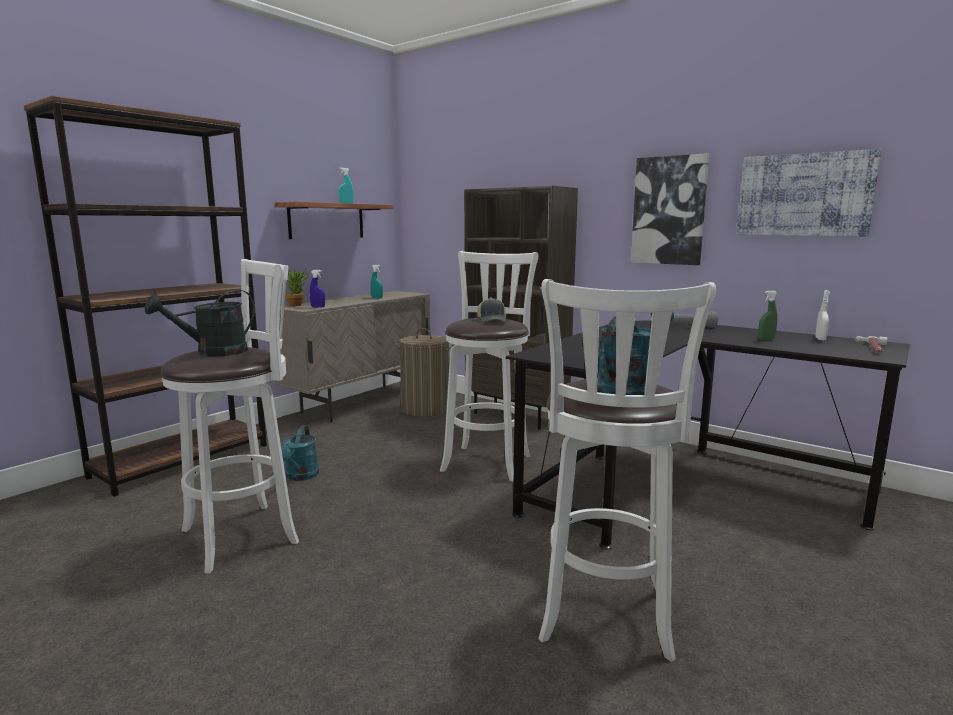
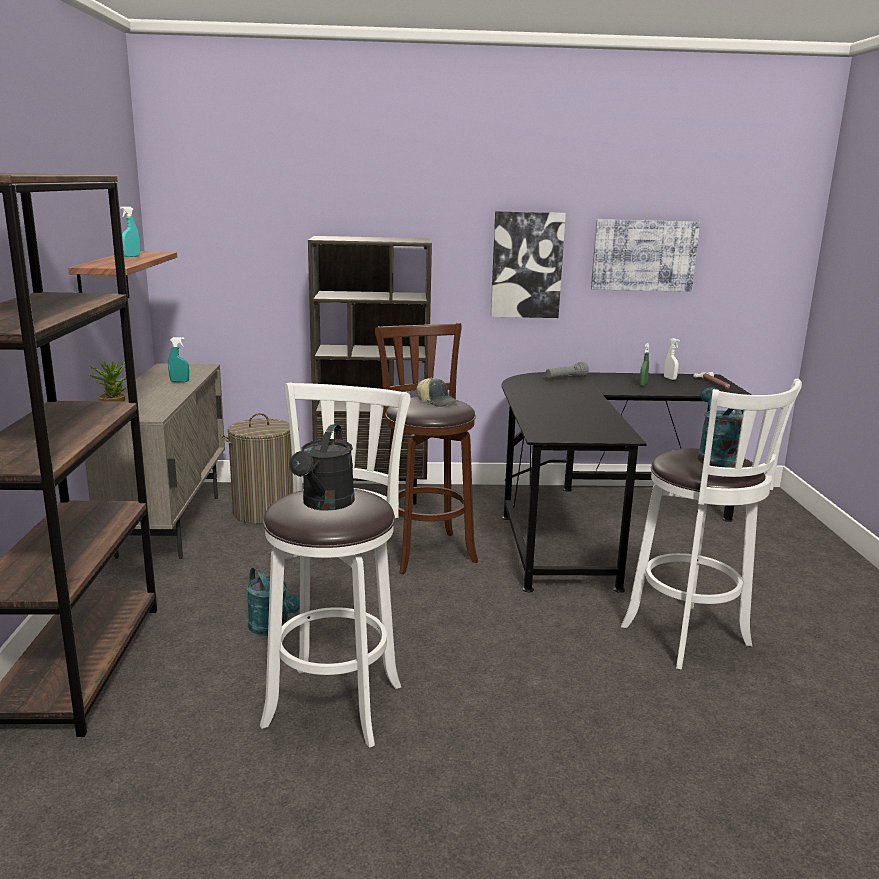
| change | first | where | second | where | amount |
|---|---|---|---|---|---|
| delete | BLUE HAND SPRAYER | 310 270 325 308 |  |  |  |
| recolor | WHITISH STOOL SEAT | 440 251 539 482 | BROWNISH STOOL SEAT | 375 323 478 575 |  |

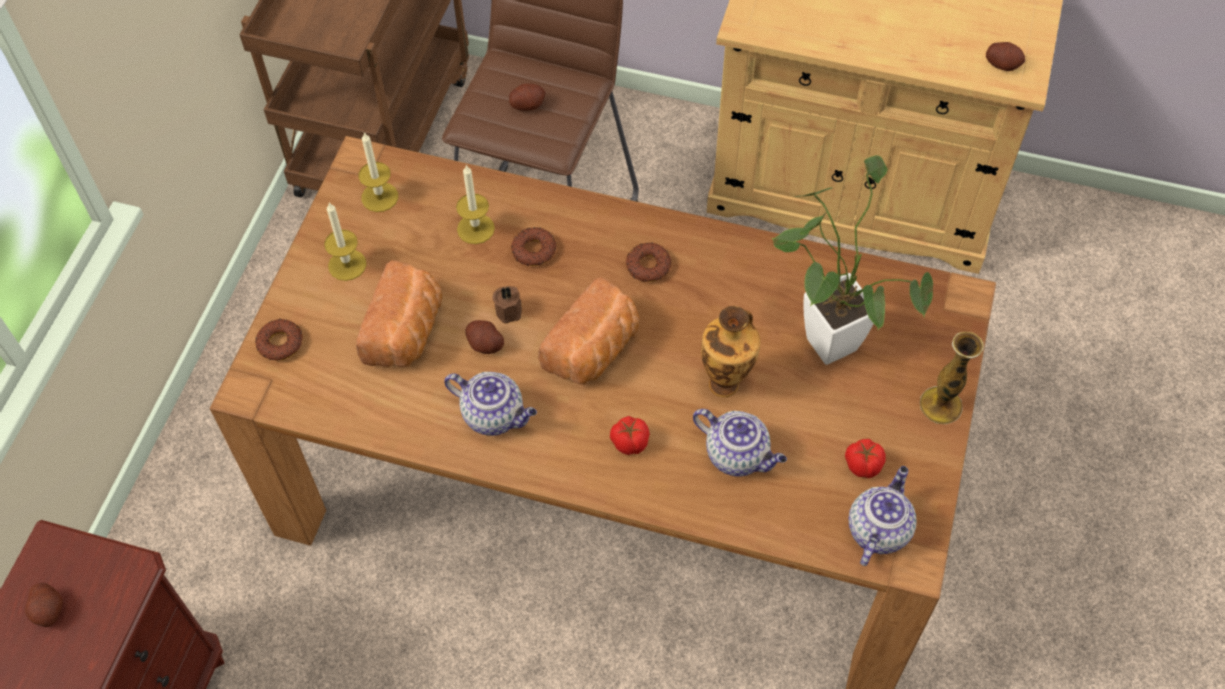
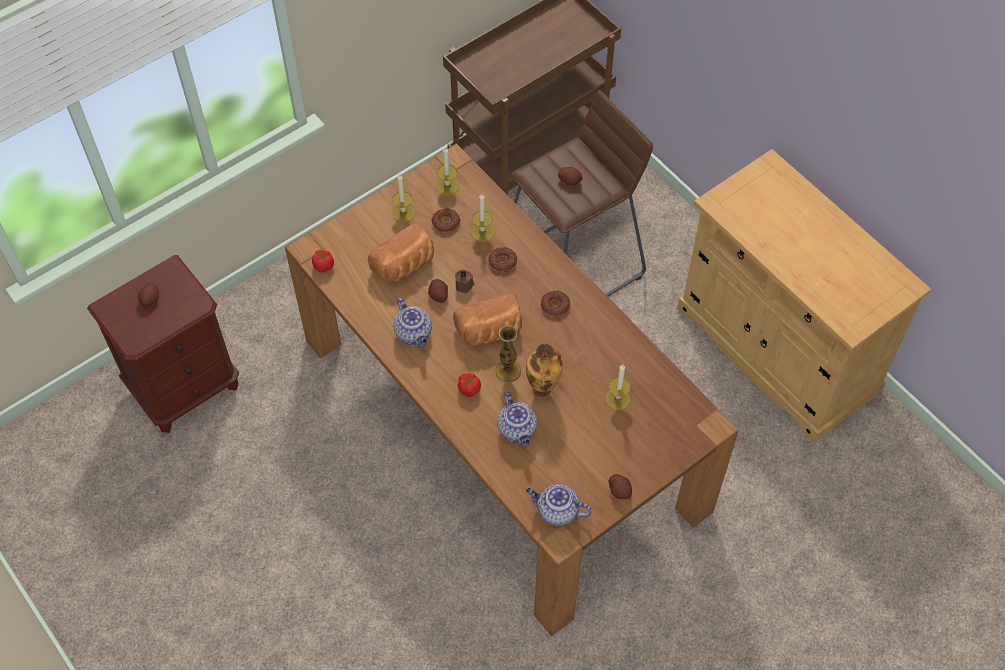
| change | first | where | second | where | amount |
|---|---|---|---|---|---|
| move | RING DOUGHNUT | 255 319 303 361 |  | 432 208 460 232 |  |
| replace | PLANT IN A POT | 772 155 933 365 | WAX CANDLE | 605 364 631 410 |  |
| move | FRESH TOMATO | 845 439 886 478 |  | 312 250 334 273 |  |
| rotate | POT FOR TEA | 849 466 917 566 |  | 526 484 592 526 | 135 degrees counterclockwise |
| move | DECORATIVE VASE | 920 332 984 424 |  | 495 325 521 383 |  |
| move | POTATO | 986 42 1025 71 |  | 609 474 632 499 |  |

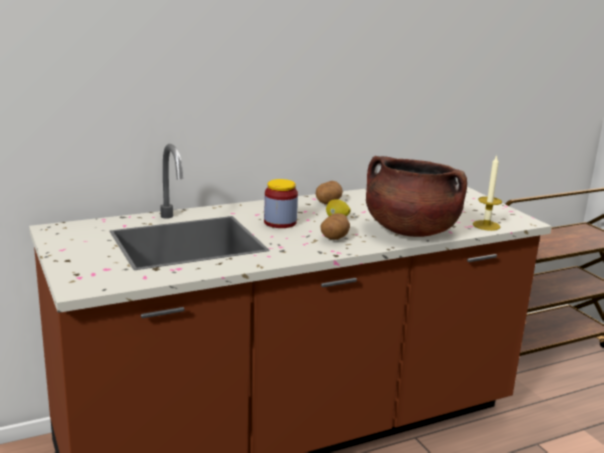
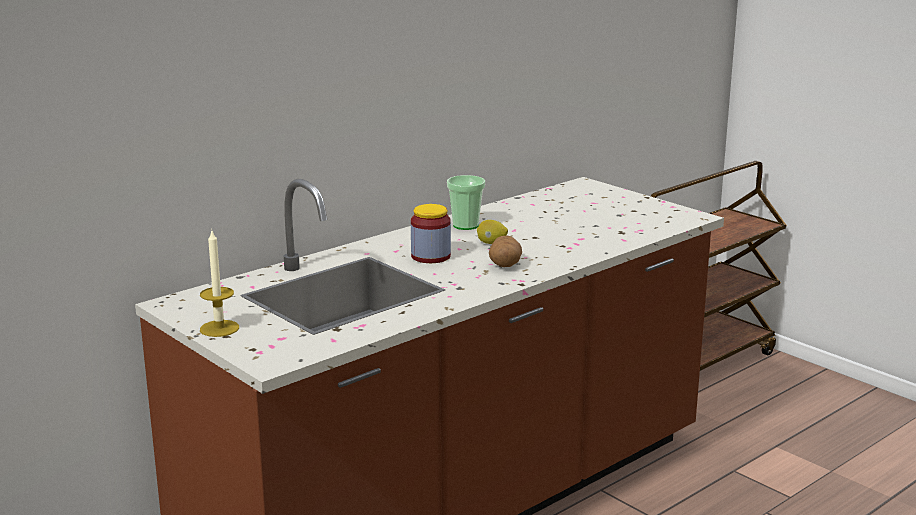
| change | first | where | second | where | amount |
|---|---|---|---|---|---|
| replace | POTATO | 316 181 343 205 | CUP | 447 175 485 230 |  |
| delete | BROWNISH STOCKPOT | 366 156 467 237 |  |  |  |
| move | WAX CANDLE | 473 155 502 231 |  | 200 231 239 337 |  |

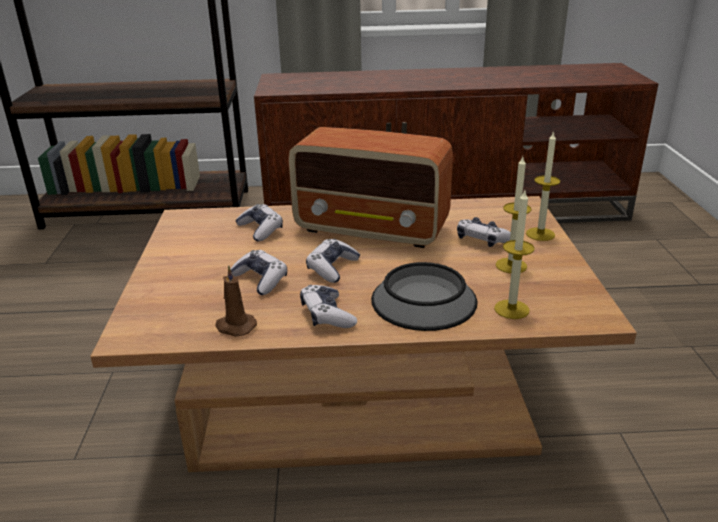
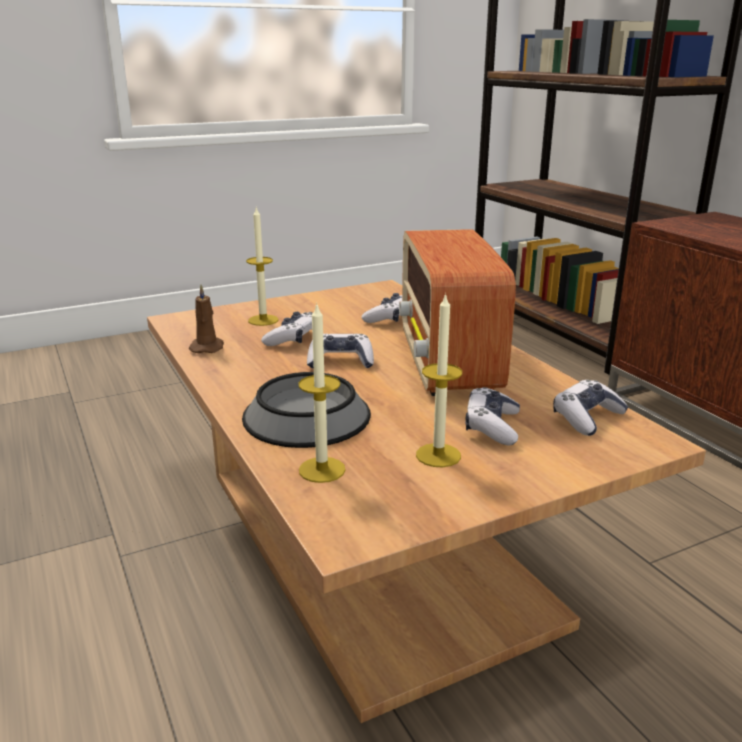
| change | first | where | second | where | amount |
|---|---|---|---|---|---|
| move | JOYPAD | 300 285 357 328 |  | 553 380 628 436 |  |
| move | WAX CANDLE | 526 131 560 241 |  | 246 208 278 326 |  |

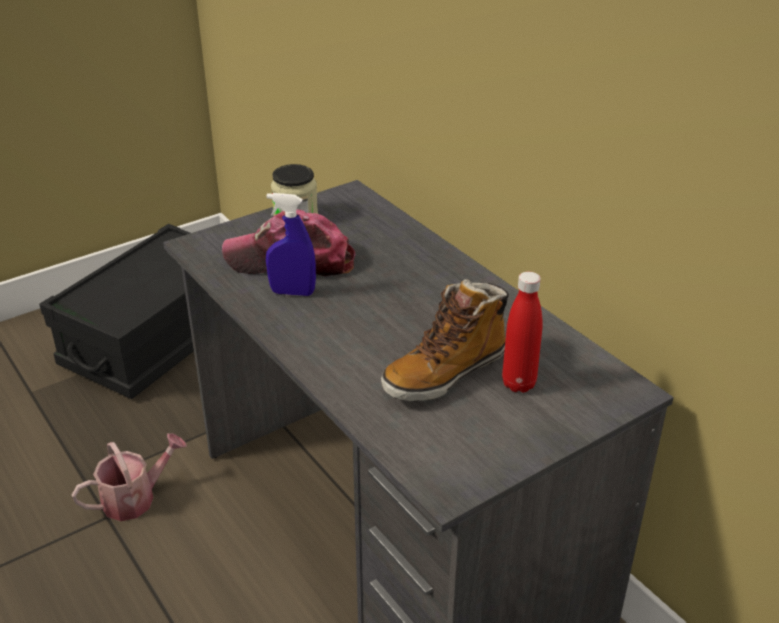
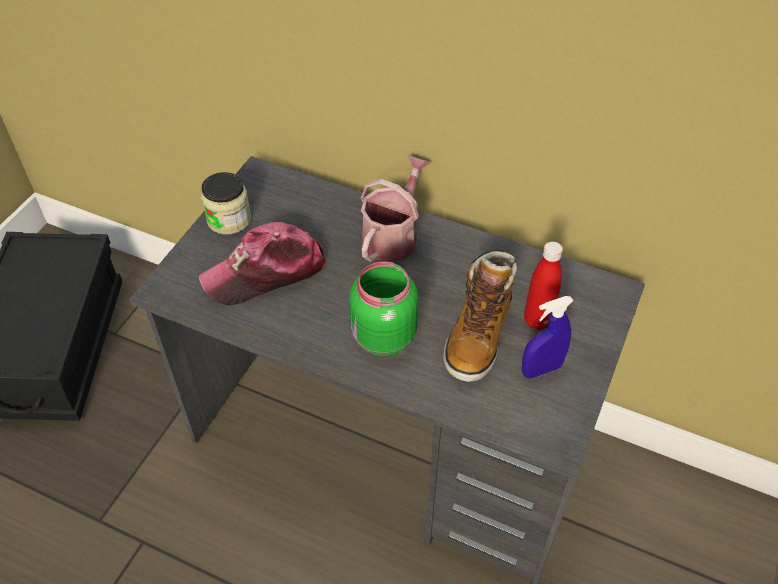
| change | first | where | second | where | amount |
|---|---|---|---|---|---|
| move | SPRINKLING CAN | 72 433 187 521 |  | 360 155 430 262 |  |
| move | BLUE HAND SPRAYER | 266 193 316 296 |  | 522 296 573 379 |  |
| insert |  |  | GREENISH PRESERVE JAR | 349 262 418 356 |  |

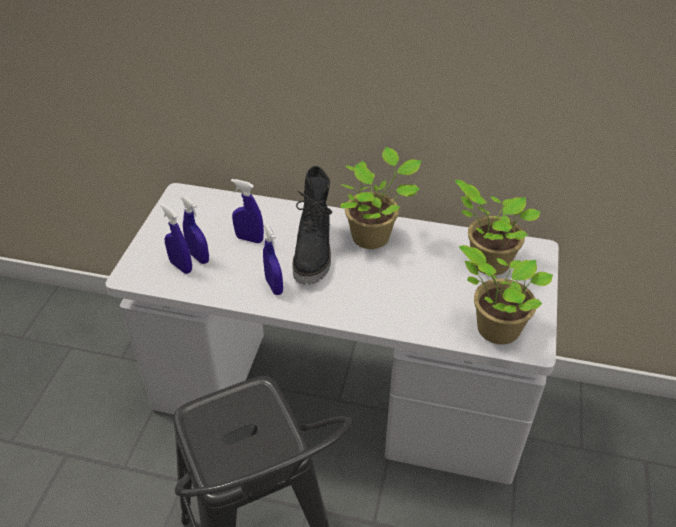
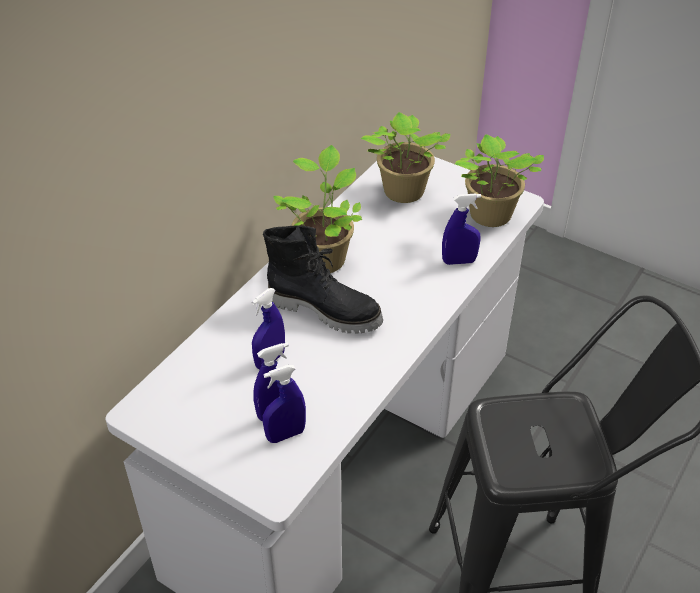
| change | first | where | second | where | amount |
|---|---|---|---|---|---|
| move | BLUE HAND SPRAYER | 263 224 283 295 |  | 442 193 481 265 |  |

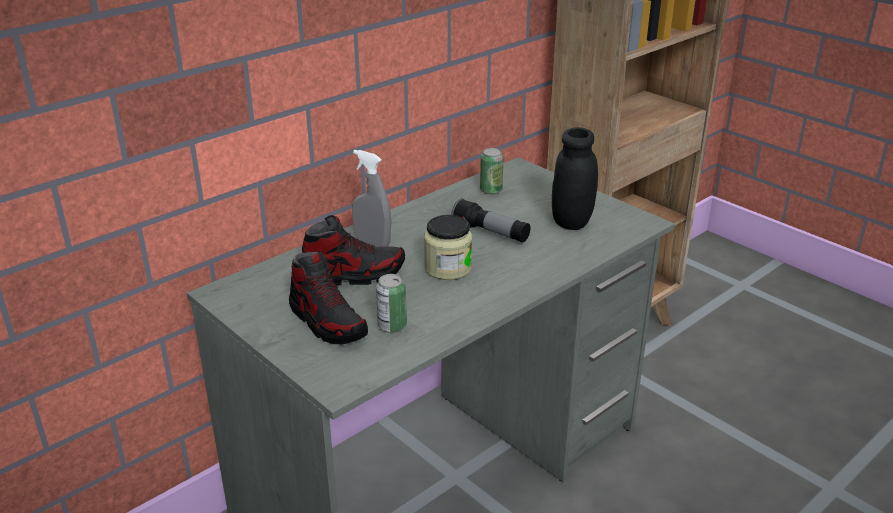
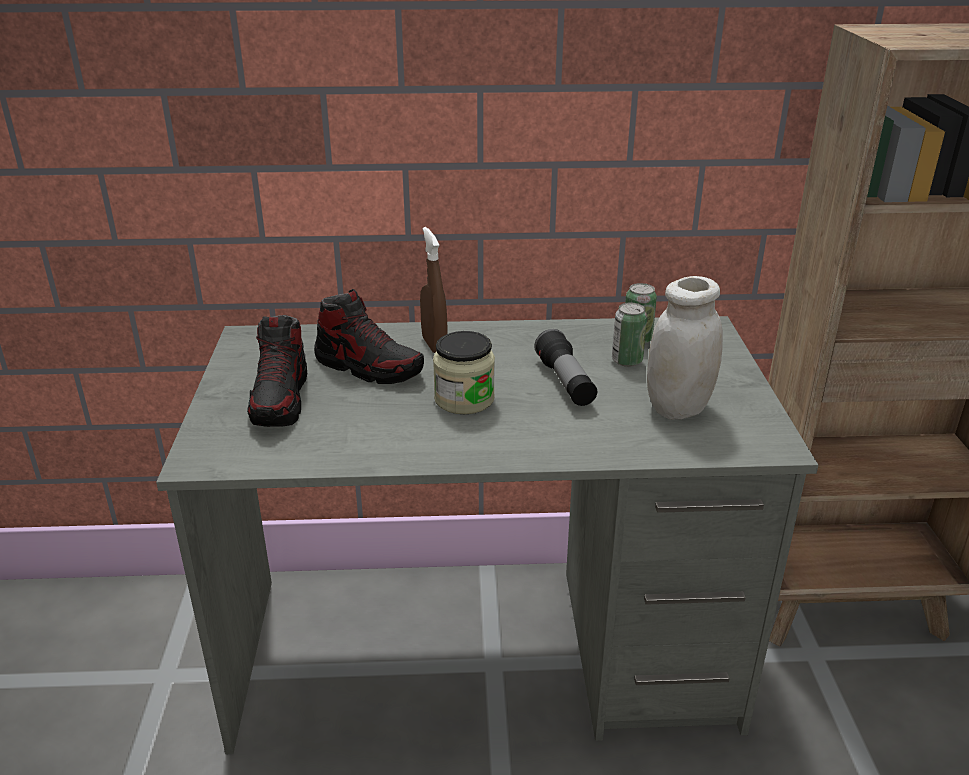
| change | first | where | second | where | amount |
|---|---|---|---|---|---|
| recolor | GREYISH HAND SPRAYER | 352 150 391 247 | BROWNISH HAND SPRAYER | 420 227 447 353 |  |
| move | SEALED CAN | 376 274 407 333 |  | 612 302 647 367 |  |
| recolor | BLACKISH PRESERVE JAR | 552 127 598 230 | WHITISH PRESERVE JAR | 647 276 723 420 |  |

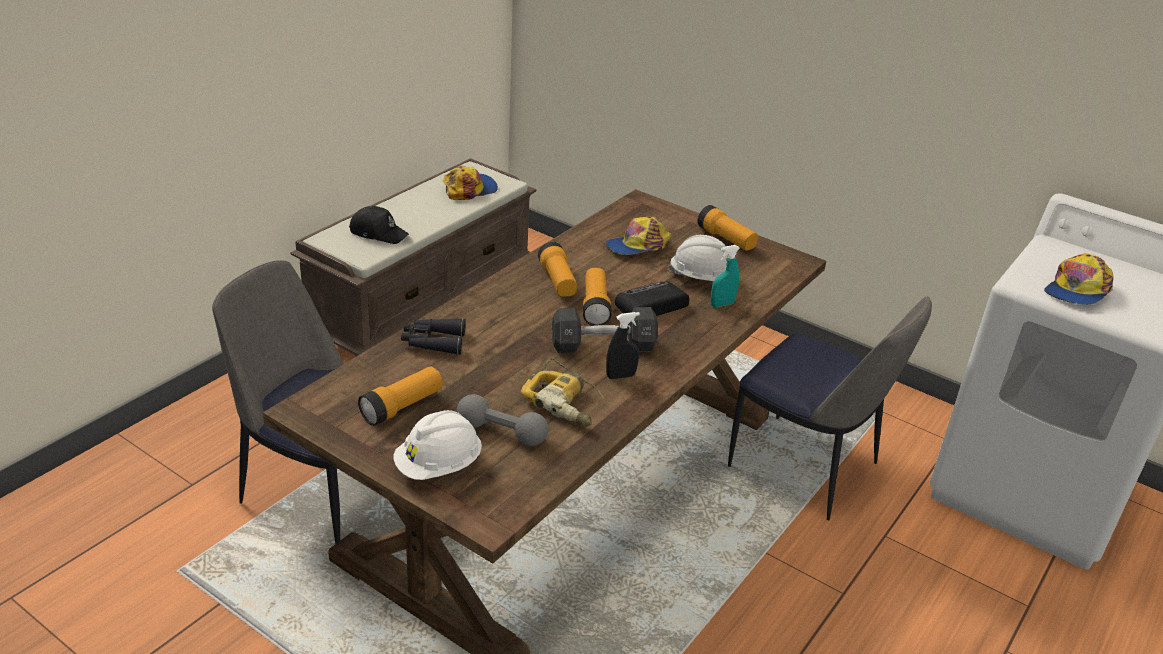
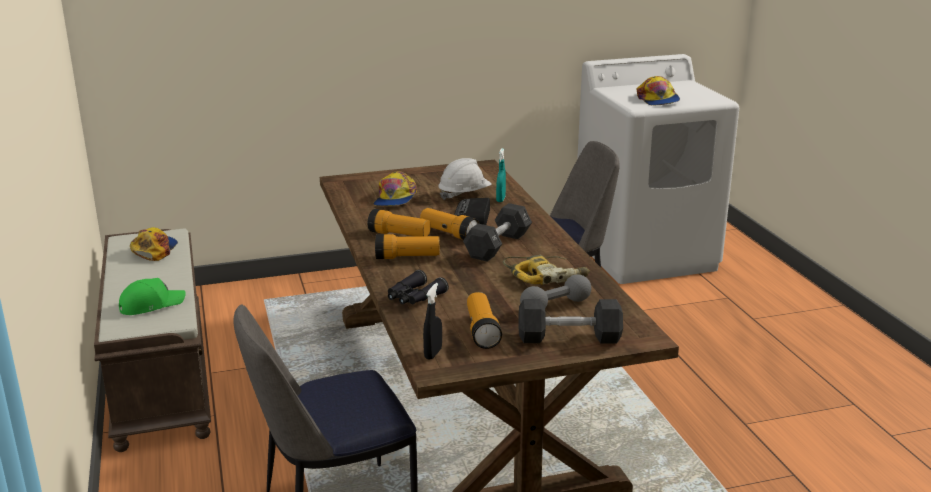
| change | first | where | second | where | amount |
|---|---|---|---|---|---|
| recolor | BLACKISH CAP | 349 206 409 244 | GREENISH CAP | 119 278 186 315 |  |
| replace | WHITISH HARD HAT | 393 410 482 480 | BLACKISH DUMBBELL | 519 299 623 344 |  |
| move | BLACKISH HAND SPRAYER | 606 312 640 379 |  | 423 283 442 360 |  |
| move | FLASHLIGHT | 697 205 758 251 |  | 375 234 440 259 |  |

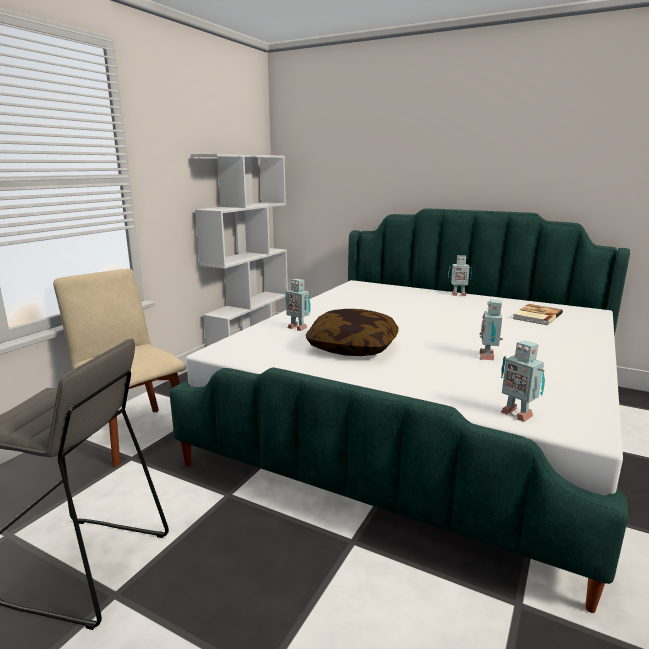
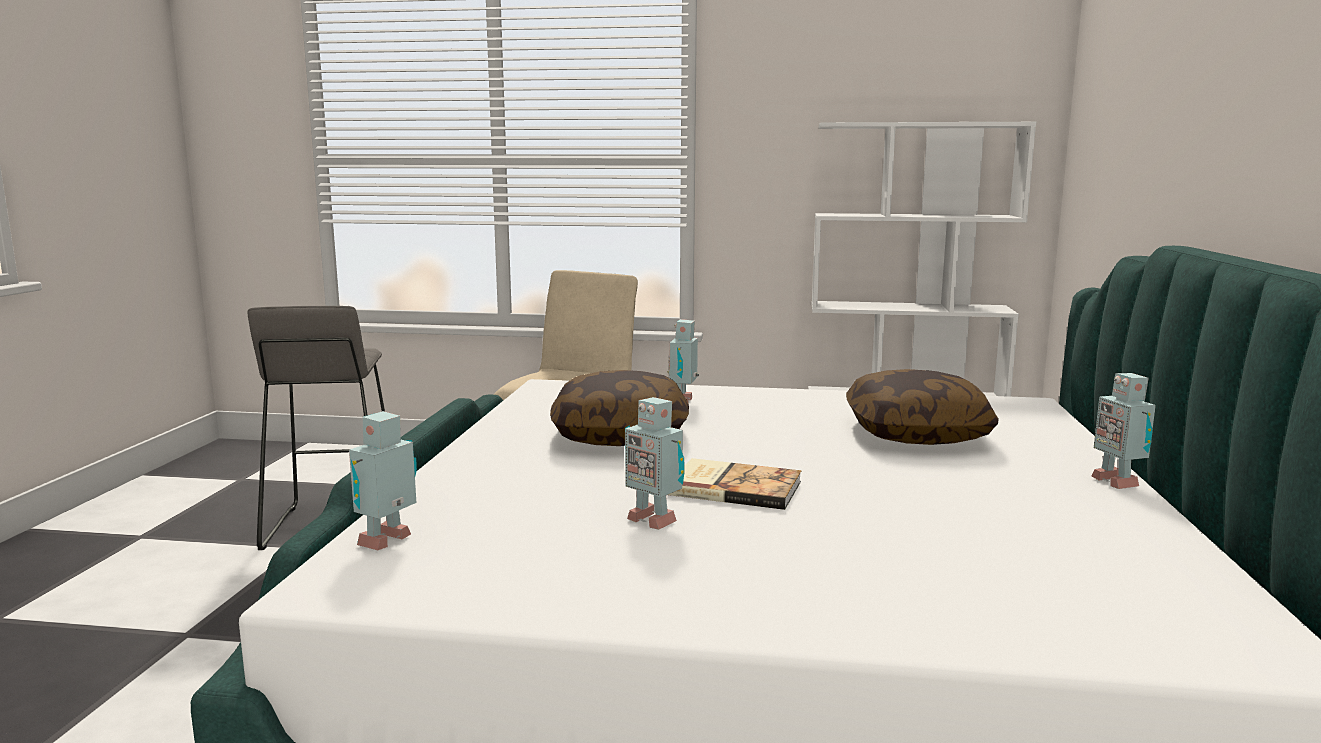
| change | first | where | second | where | amount |
|---|---|---|---|---|---|
| rotate | TOY ROBOT | 479 299 503 360 |  | 625 397 685 530 | 135 degrees counterclockwise |
| move | VOLUME | 512 304 563 325 |  | 668 458 802 510 |  |
| insert |  |  | PILLOW | 846 369 999 445 |  |

